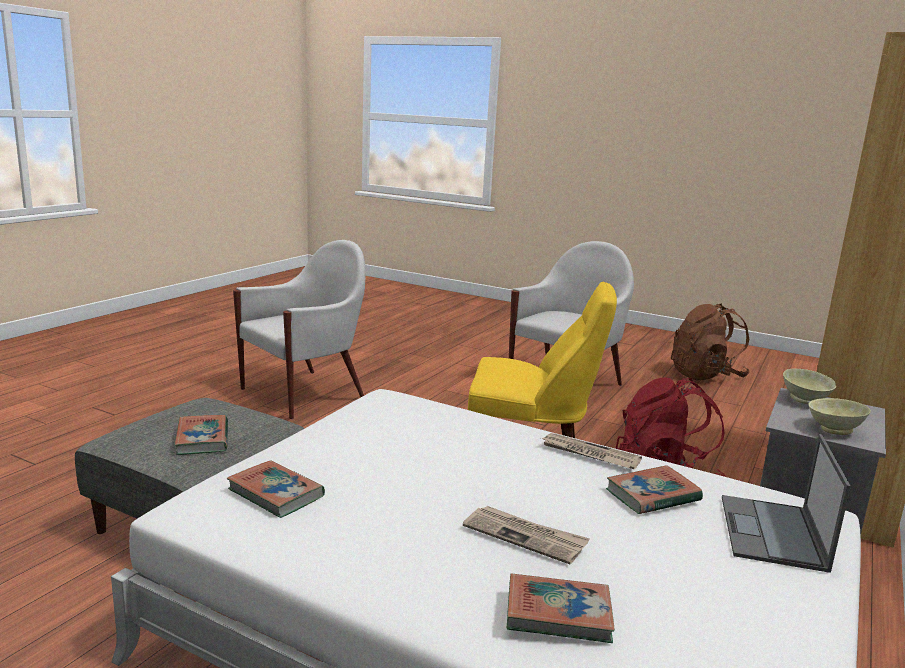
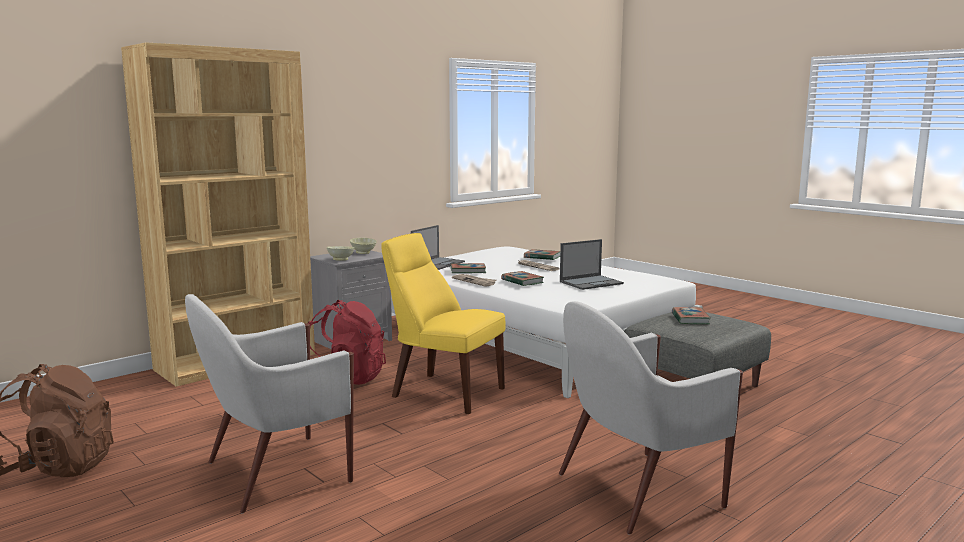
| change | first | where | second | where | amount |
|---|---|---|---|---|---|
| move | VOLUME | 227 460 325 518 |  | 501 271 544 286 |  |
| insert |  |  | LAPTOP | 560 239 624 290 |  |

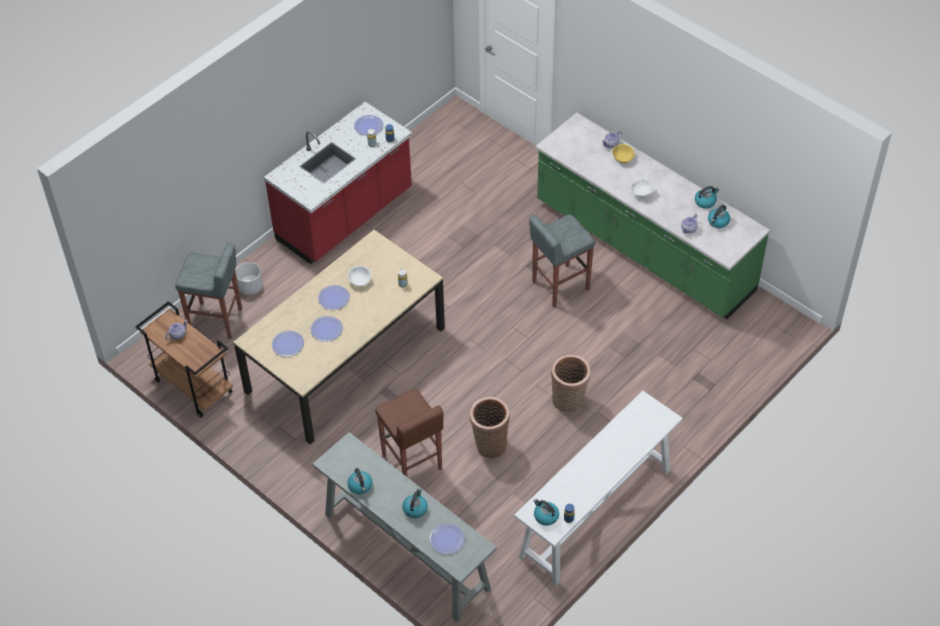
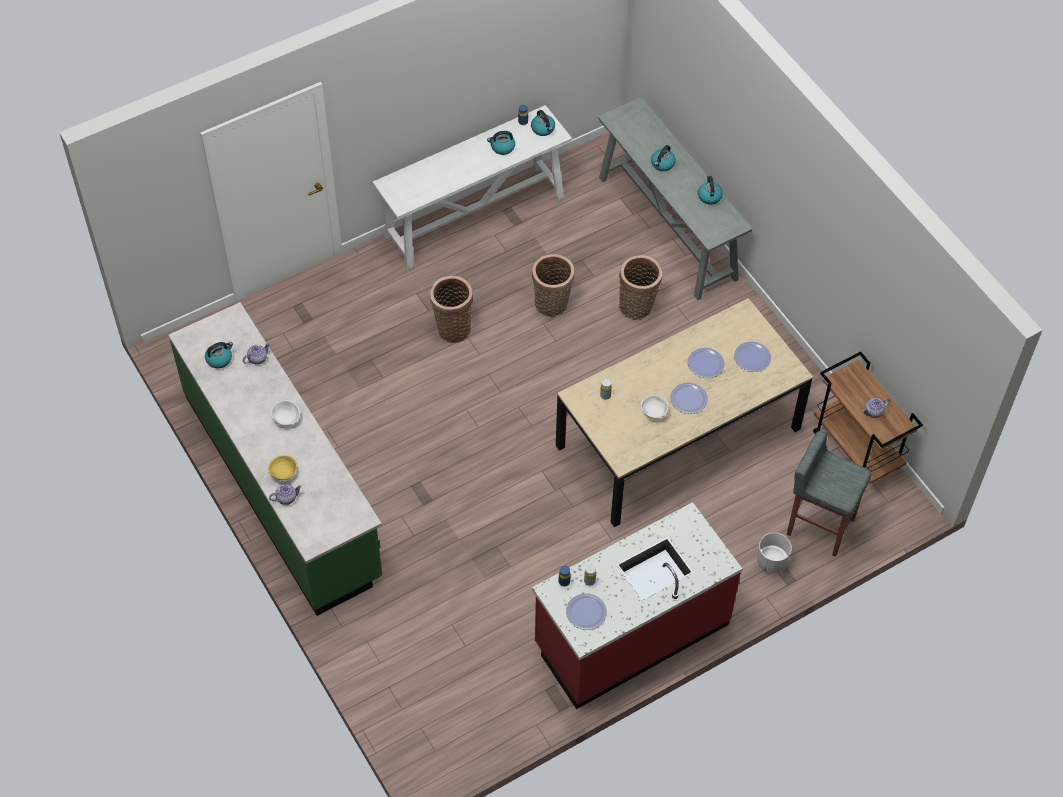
| change | first | where | second | where | amount |
|---|---|---|---|---|---|
| replace | BROWNISH STOOL SEAT | 375 389 444 477 | STORAGE BASKET | 619 255 662 320 |  |
| delete | FLAT DISH | 429 523 465 554 |  |  |  |
| delete | GREYISH STOOL SEAT | 529 214 595 307 |  |  |  |
| move | TEA KETTLE | 695 186 719 209 |  | 487 131 515 155 |  |

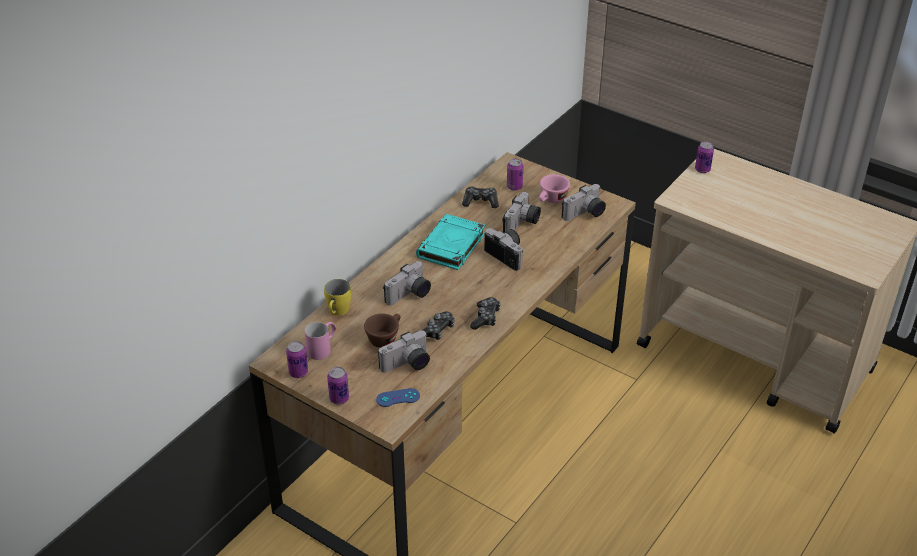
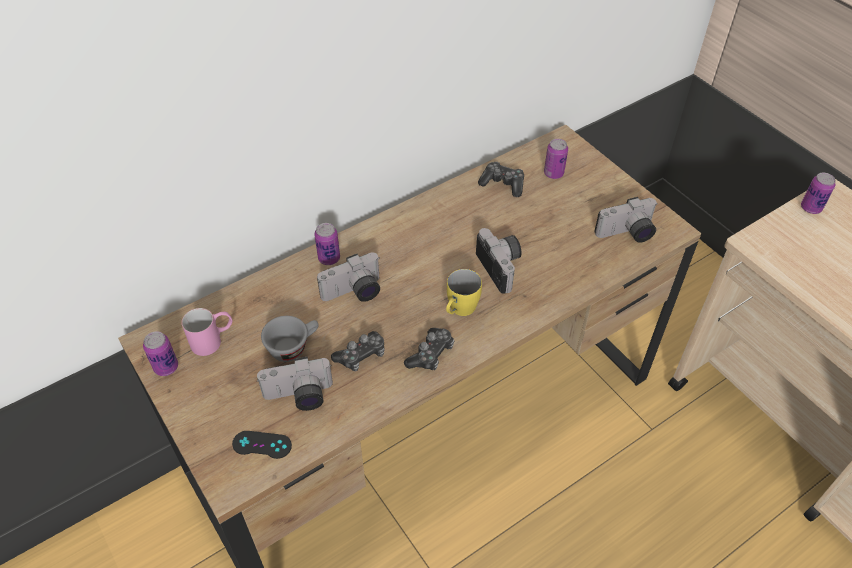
| change | first | where | second | where | amount |
|---|---|---|---|---|---|
| move | YELLOW-COLOURED TEA MUG | 324 279 351 316 |  | 446 269 482 316 |  |
| move | SEALED CAN | 327 367 349 405 |  | 314 223 340 265 |  |
| recolor | BROWNISH CUP | 364 313 400 348 | GREYISH CUP | 261 316 319 362 |  |
| recolor | BLUE JOYPAD | 376 388 420 407 | BLACKISH JOYPAD | 232 431 292 459 |  |
| delete | BLUE-GREEN VOLUME | 416 214 485 270 |  |  |  |
| delete | PHOTO CAMERA | 502 192 541 233 |  |  |  |
| delete | PINK CUP | 539 174 570 203 |  |  |  |

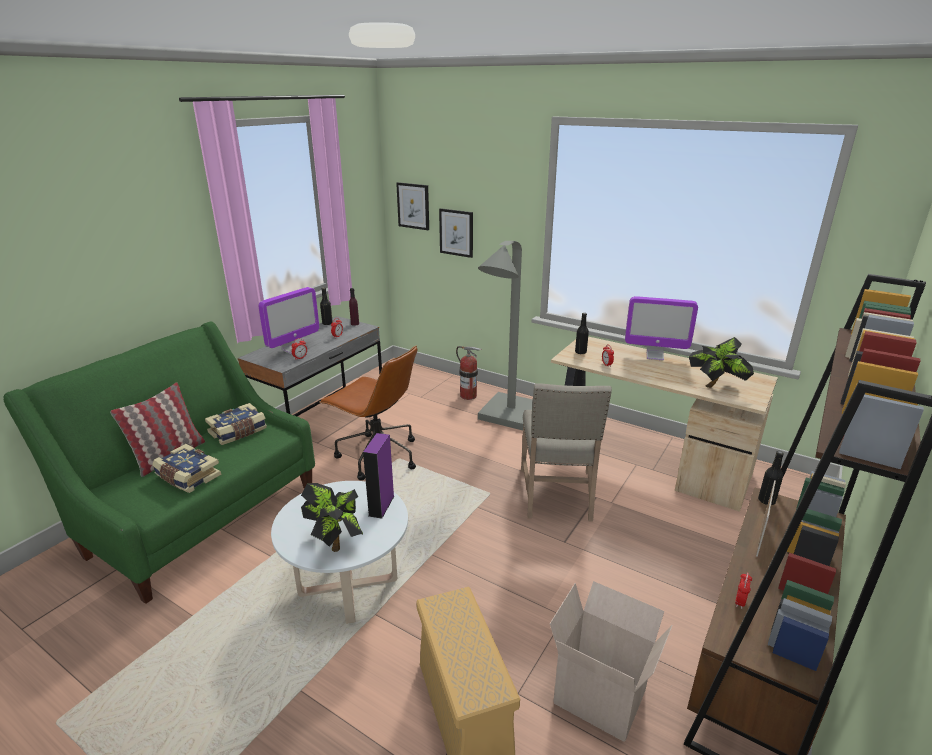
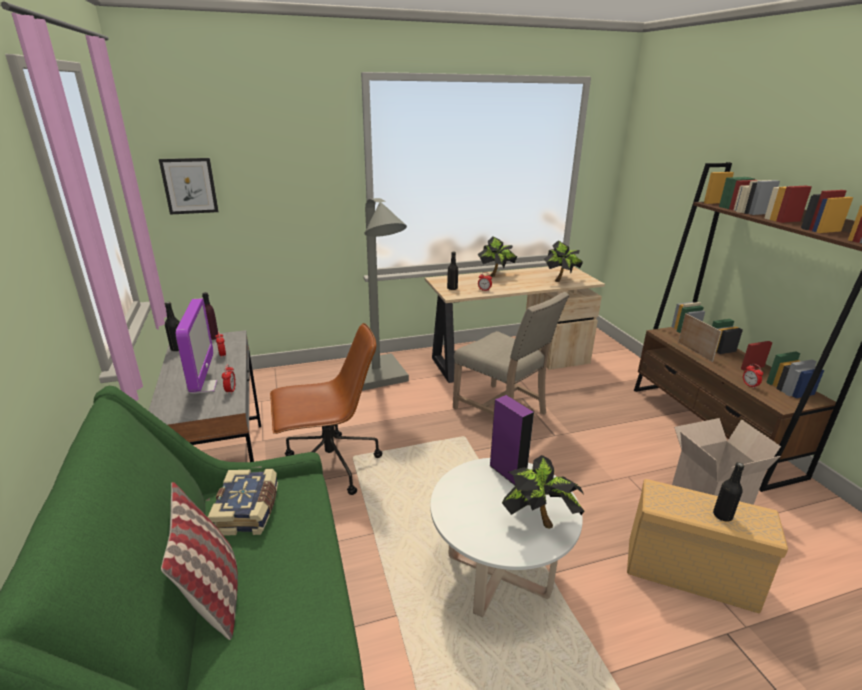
| change | first | where | second | where | amount |
|---|---|---|---|---|---|
| delete | VOLUME | 152 444 221 493 |  |  |  |
| delete | PICTURE | 439 208 473 258 |  |  |  |
| delete | EXTINGUISHER | 456 346 482 400 |  |  |  |
| replace | COMPUTER DISPLAY | 625 296 698 361 | PLANT IN A POT | 477 236 517 277 |  |
| move | BLACKISH BOTTLE | 758 451 784 505 |  | 713 462 744 522 |  |

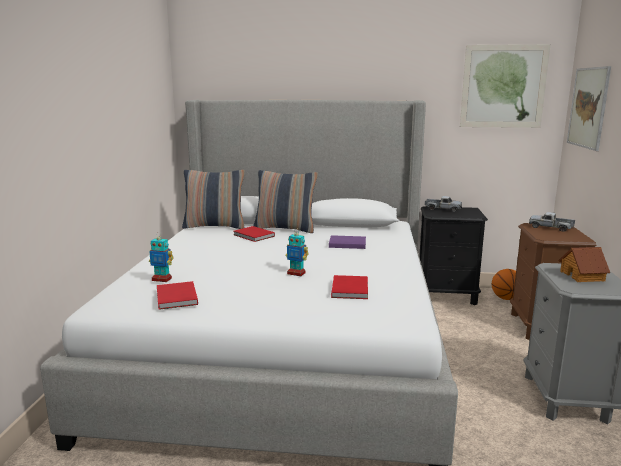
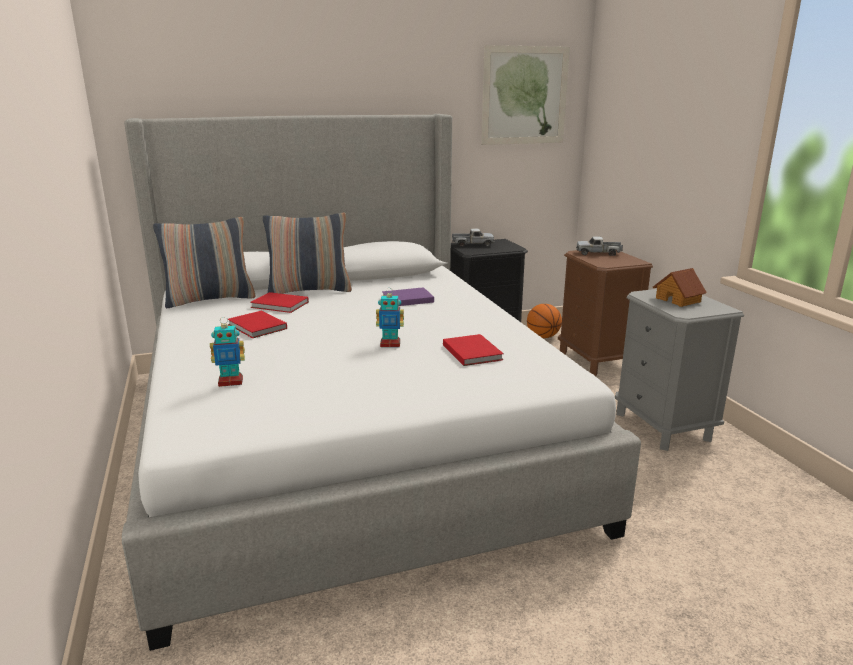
| change | first | where | second | where | amount |
|---|---|---|---|---|---|
| move | RED-COLOURED VOLUME | 157 281 198 310 |  | 227 311 287 338 |  |
| delete | PICTURE | 567 66 611 151 |  |  |  |

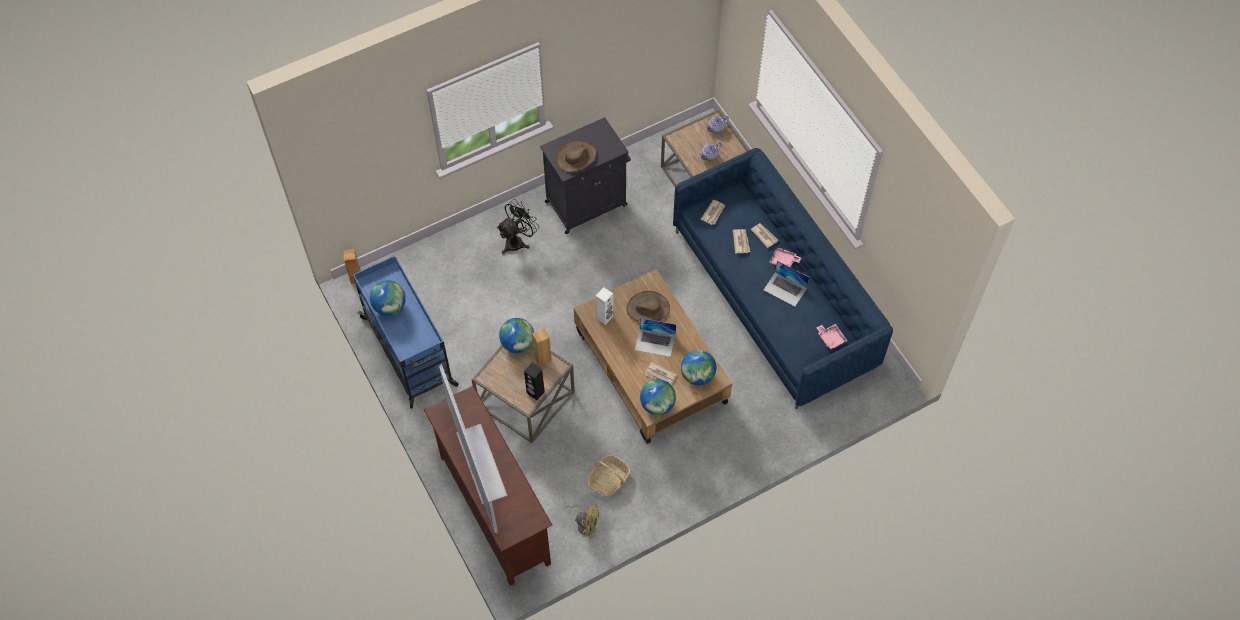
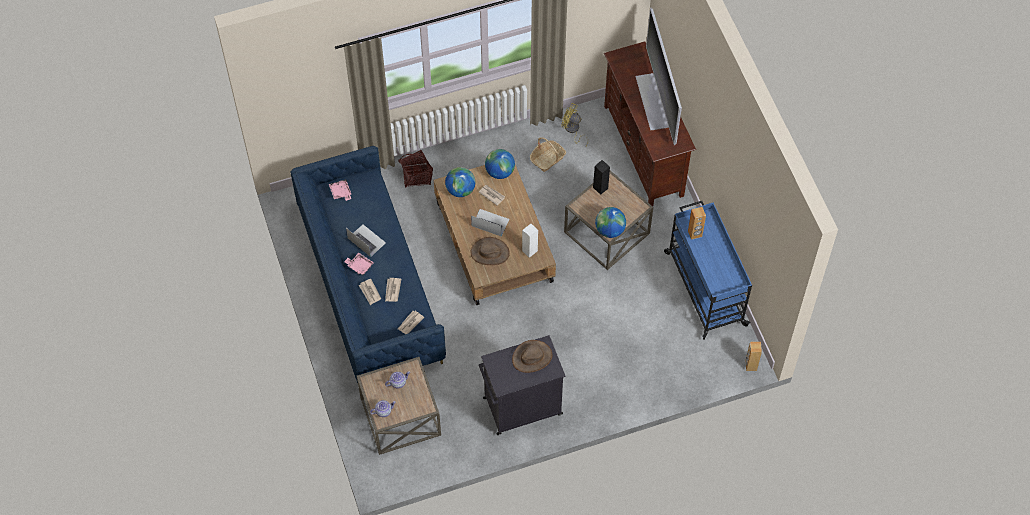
| change | first | where | second | where | amount |
|---|---|---|---|---|---|
| delete | WORLD GLOBE | 370 280 406 316 |  |  |  |
| delete | BLACKISH FAN | 497 199 539 254 |  |  |  |
| move | BROWNISH SPEAKER | 532 328 552 365 |  | 688 207 706 240 |  |
| insert |  |  | STORAGE BASKET | 398 150 433 187 |  |

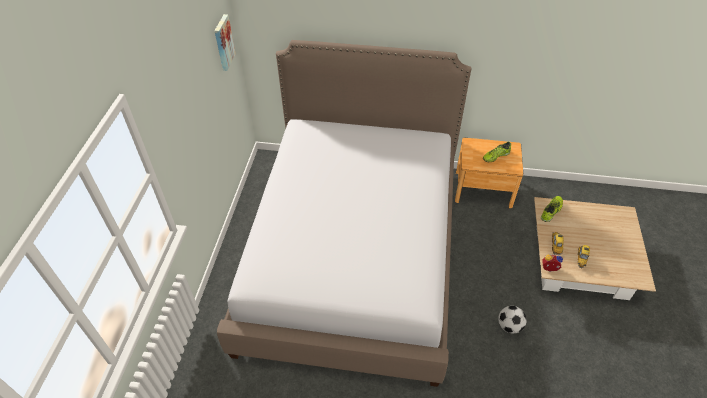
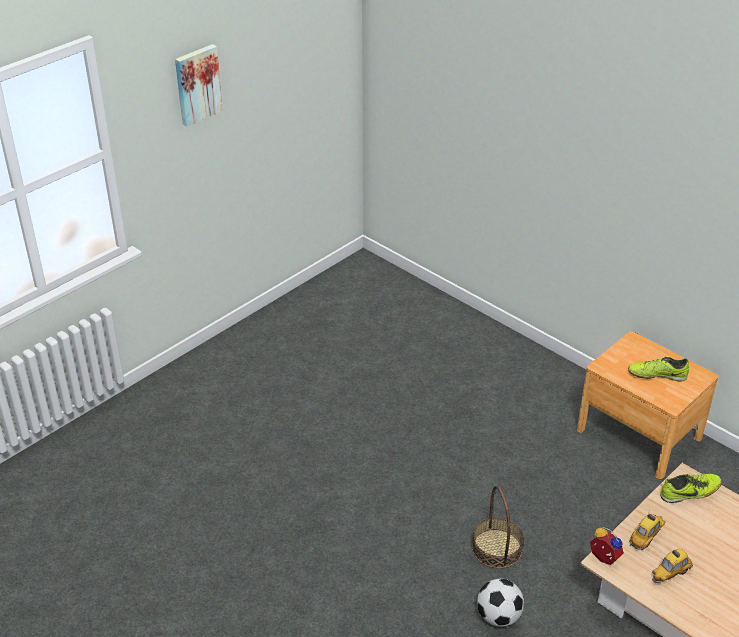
| change | first | where | second | where | amount |
|---|---|---|---|---|---|
| move | PICTURE | 214 14 236 71 |  | 175 44 223 127 |  |
| delete | SLEEPING BED | 217 40 471 387 |  |  |  |
| insert |  |  | STORAGE BASKET | 472 486 524 569 |  |

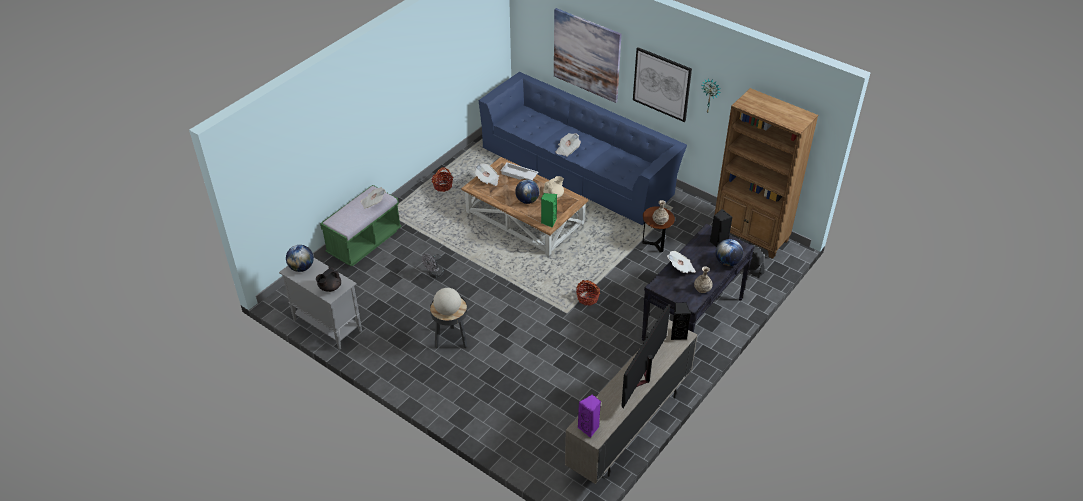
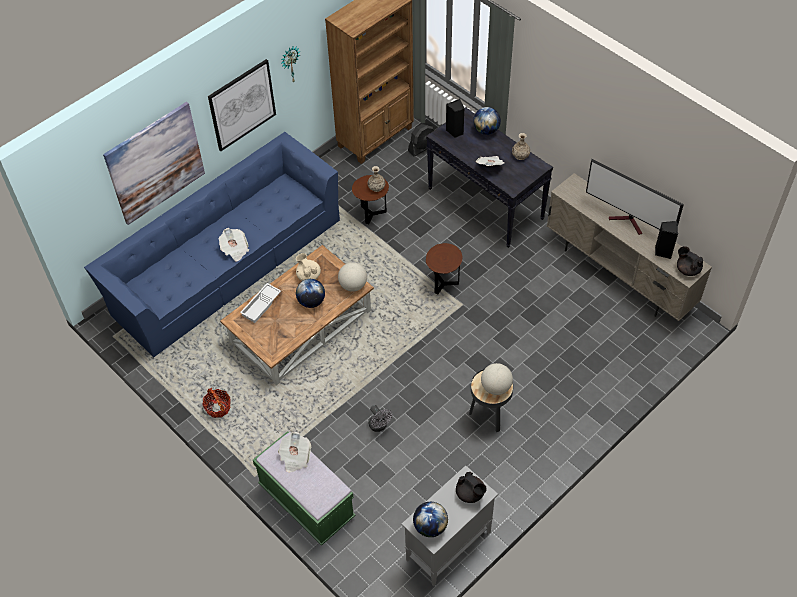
| change | first | where | second | where | amount |
|---|---|---|---|---|---|
| delete | DAILY PAPER | 475 164 499 186 |  |  |  |
| replace | GREENISH SPEAKER | 541 193 557 228 | WORLD GLOBE | 338 262 367 292 |  |
| replace | STORAGE BASKET | 576 280 600 306 | BROWNISH ACCENT TABLE | 426 243 463 294 |  |
| replace | PURPLE-COLOURED SPEAKER | 578 394 601 438 | BLACKISH POT FOR TEA | 677 246 703 276 |  |
| move | BLACKISH SPEAKER | 671 302 691 340 |  | 655 221 678 259 |  |

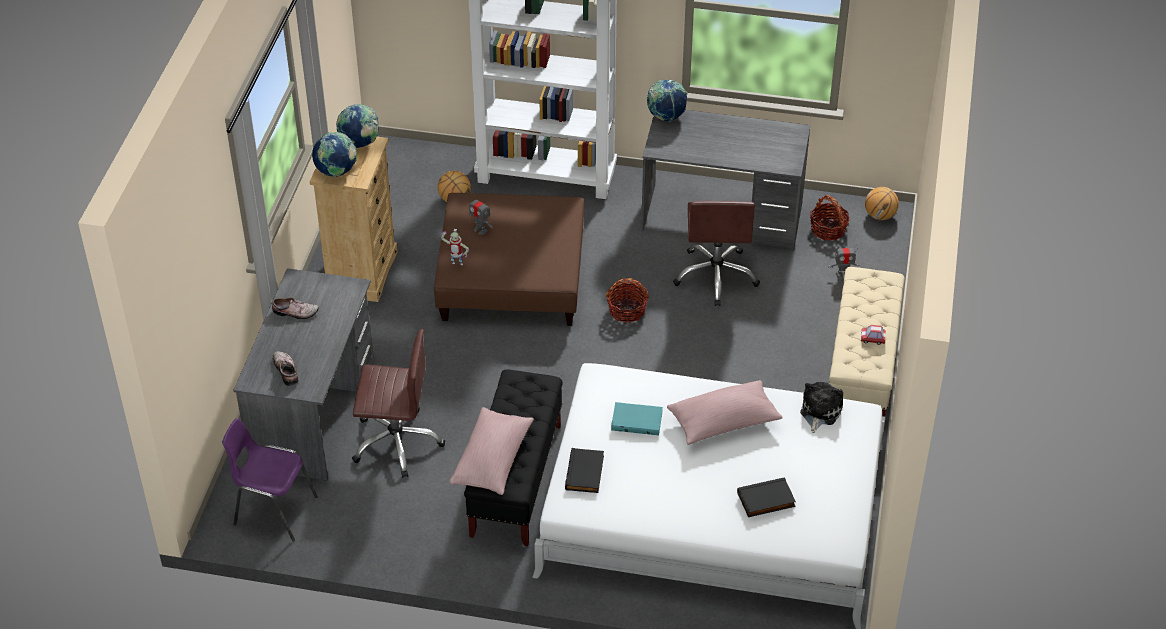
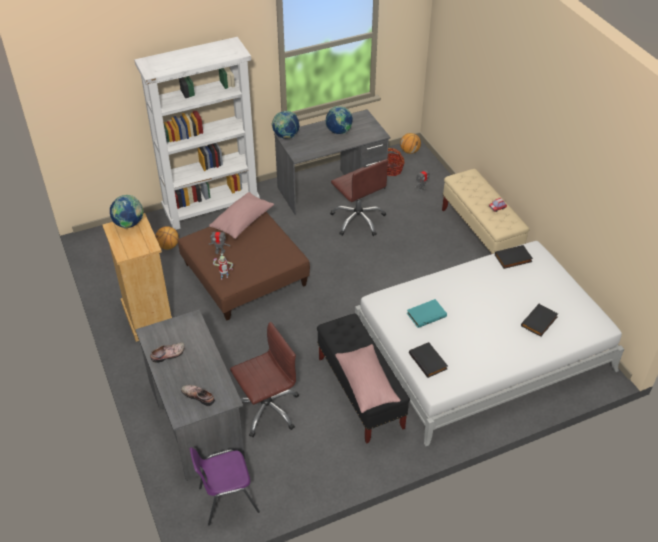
| change | first | where | second | where | amount |
|---|---|---|---|---|---|
| move | WORLD GLOBE | 312 132 357 178 |  | 326 106 353 134 |  |
| delete | STORAGE BASKET | 606 278 649 323 |  |  |  |
| move | PINK PILLOW | 667 380 783 445 |  | 209 192 274 239 |  |
| replace | CUDDLY TOY | 800 382 843 433 | BLACKISH VOLUME | 495 245 533 269 |  |

